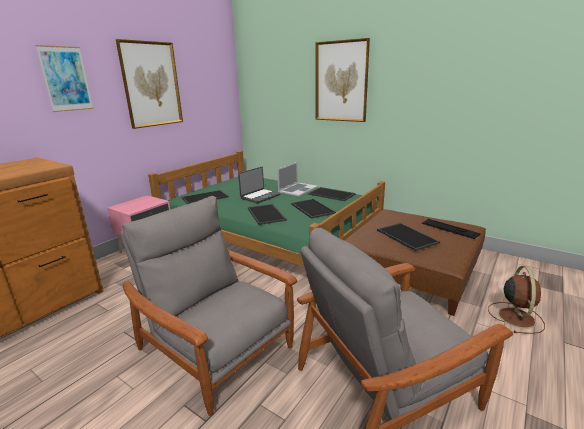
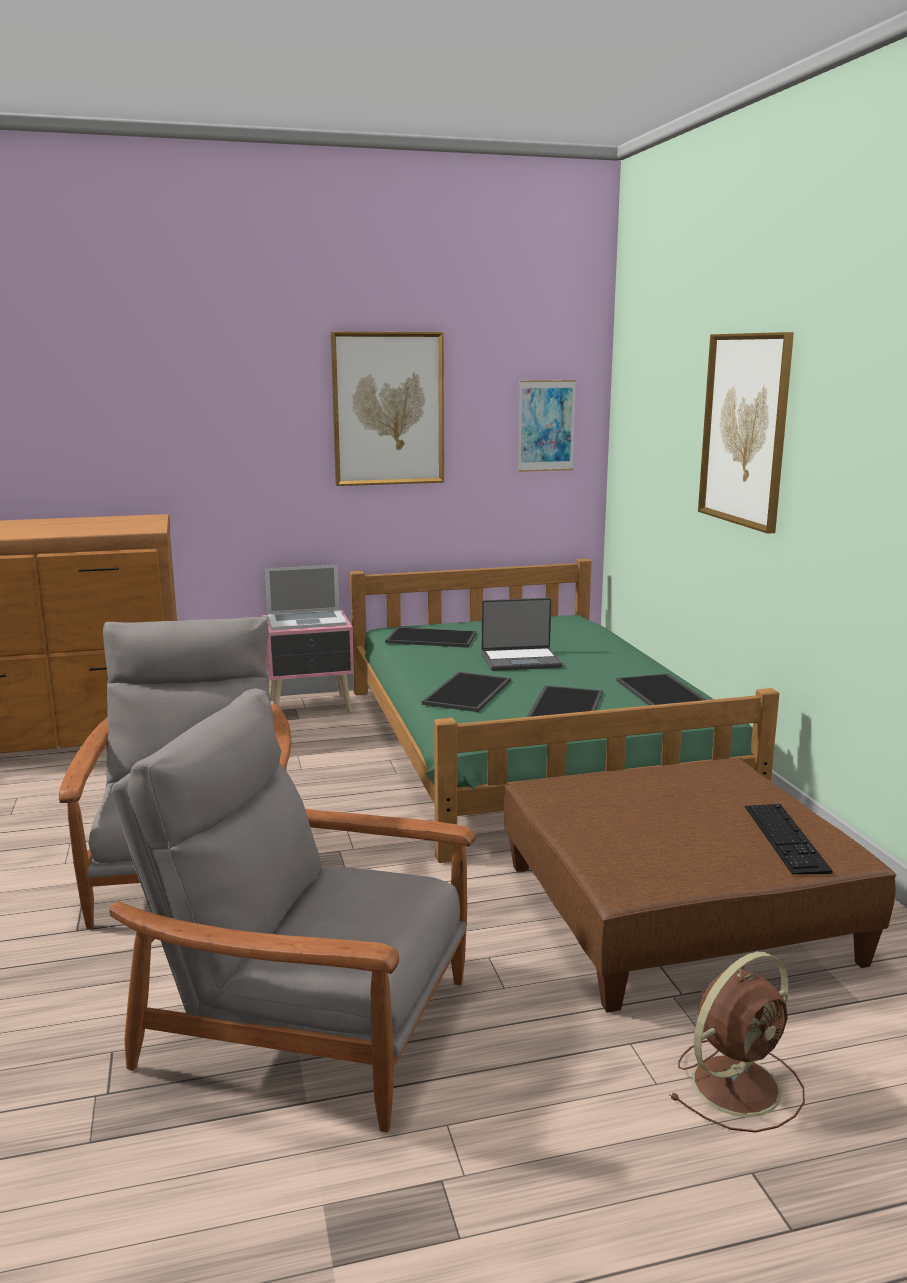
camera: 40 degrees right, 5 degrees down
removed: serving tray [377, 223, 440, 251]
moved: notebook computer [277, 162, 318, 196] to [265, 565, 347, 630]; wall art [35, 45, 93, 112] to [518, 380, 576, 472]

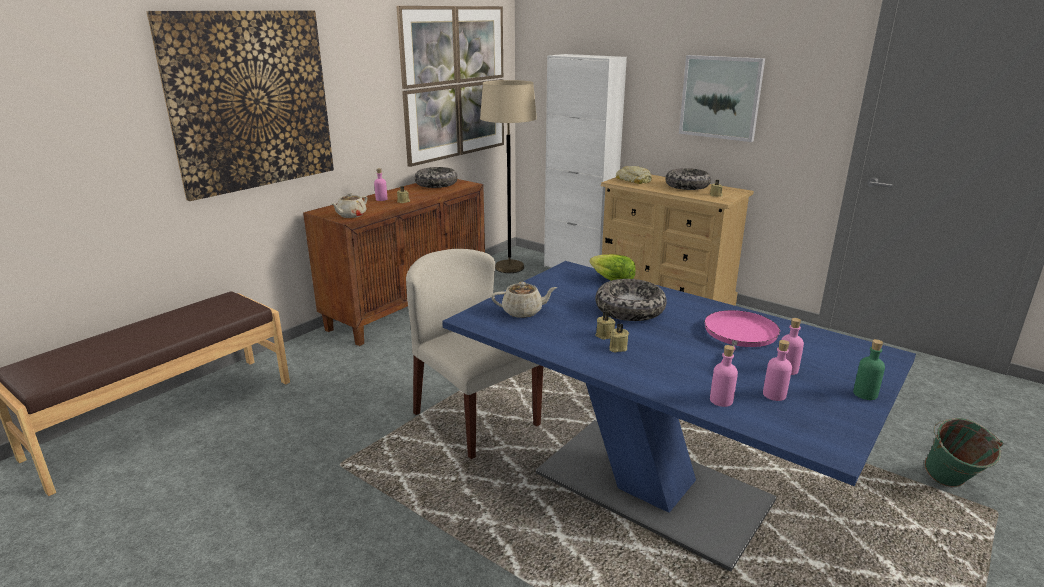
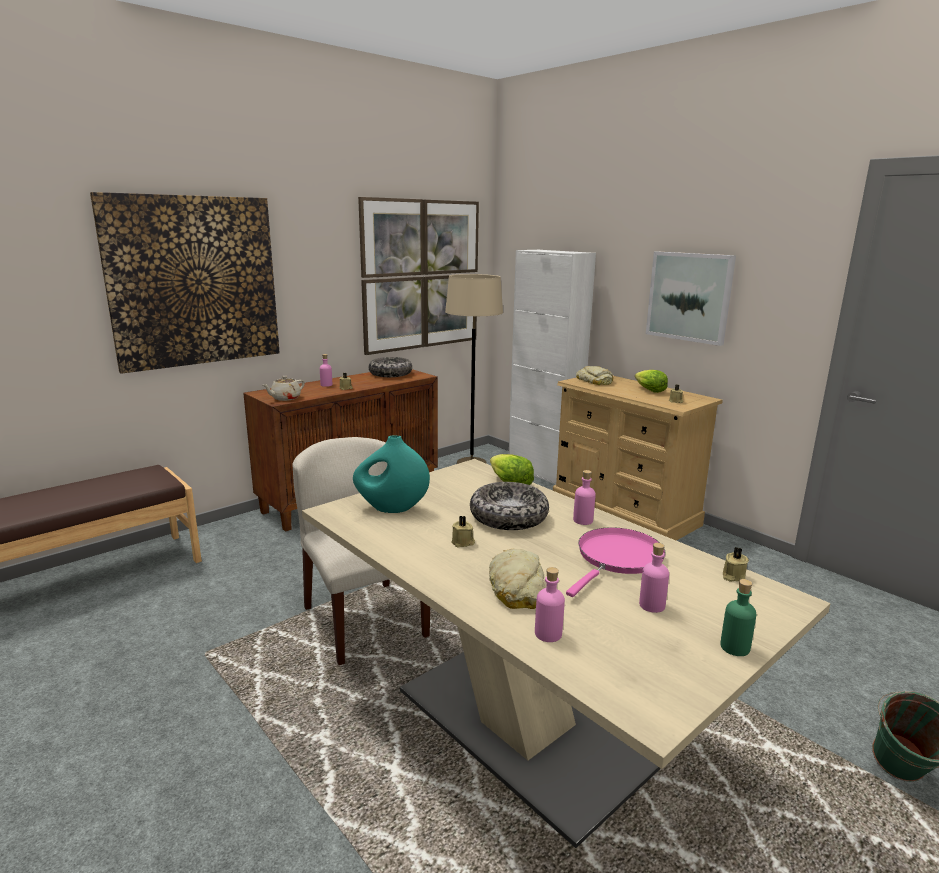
camera: 10 degrees right, 5 degrees down
added: baked bread [489, 549, 545, 609]
moved: pink-coloured bottle [763, 340, 792, 401] to [573, 470, 596, 525]; beige-coloured candle [610, 323, 629, 353] to [723, 547, 749, 582]
replaced: beige-coloured teapot [491, 282, 557, 318] to turquoise-coloured vase [353, 435, 430, 513]; deep dish [665, 168, 711, 190] to lettuce [635, 370, 668, 393]
recoloured: blue-coloured dining table [442, 261, 916, 572] to beige-coloured dining table [302, 459, 831, 848]

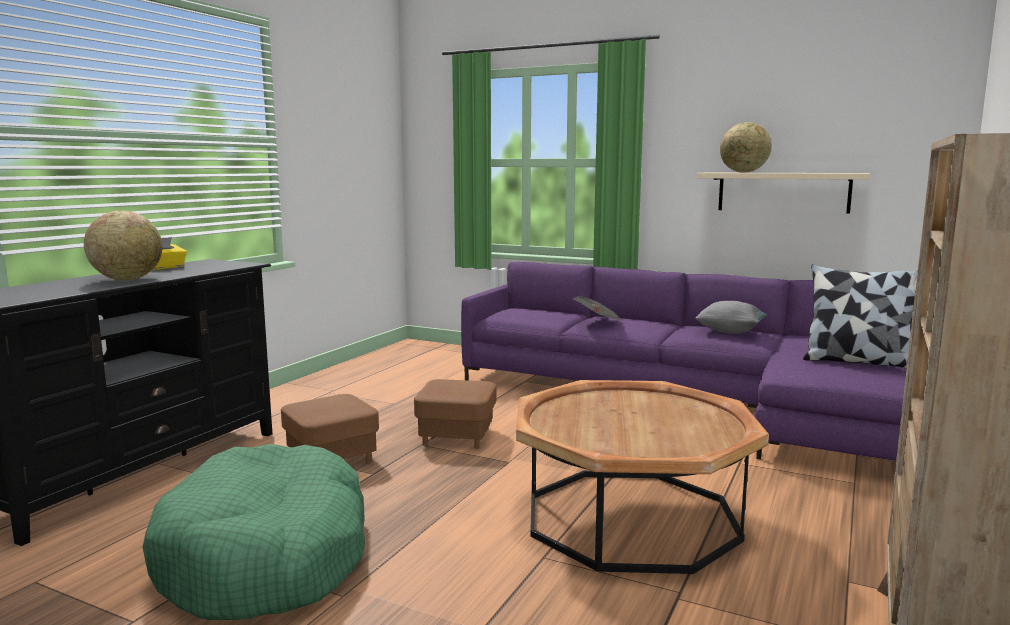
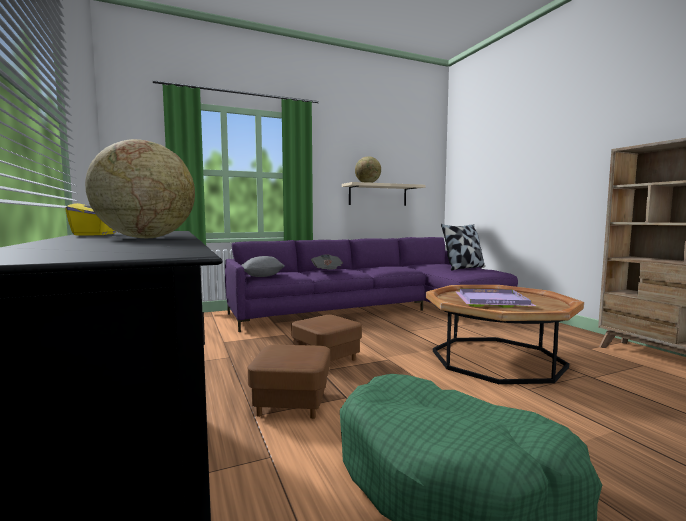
camera: 50 degrees left, 5 degrees down
added: purple serving tray [456, 288, 536, 308]
moved: grey pillow [695, 301, 767, 334] to [241, 256, 285, 277]

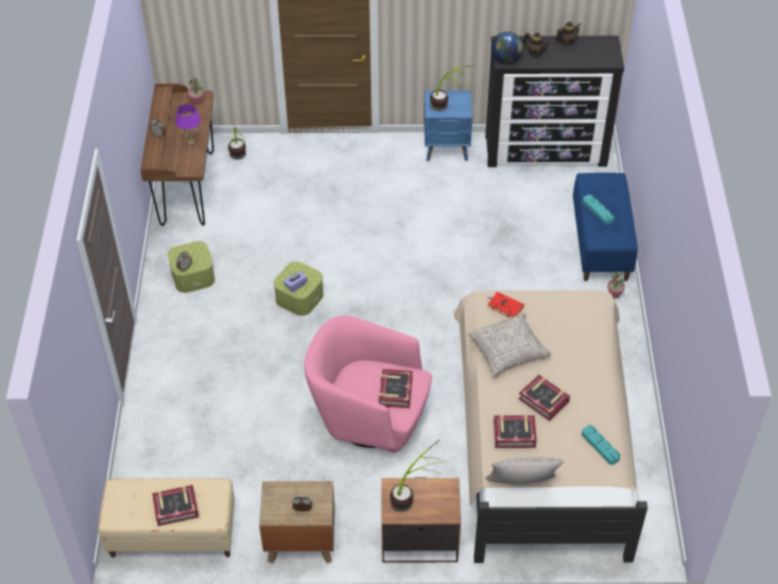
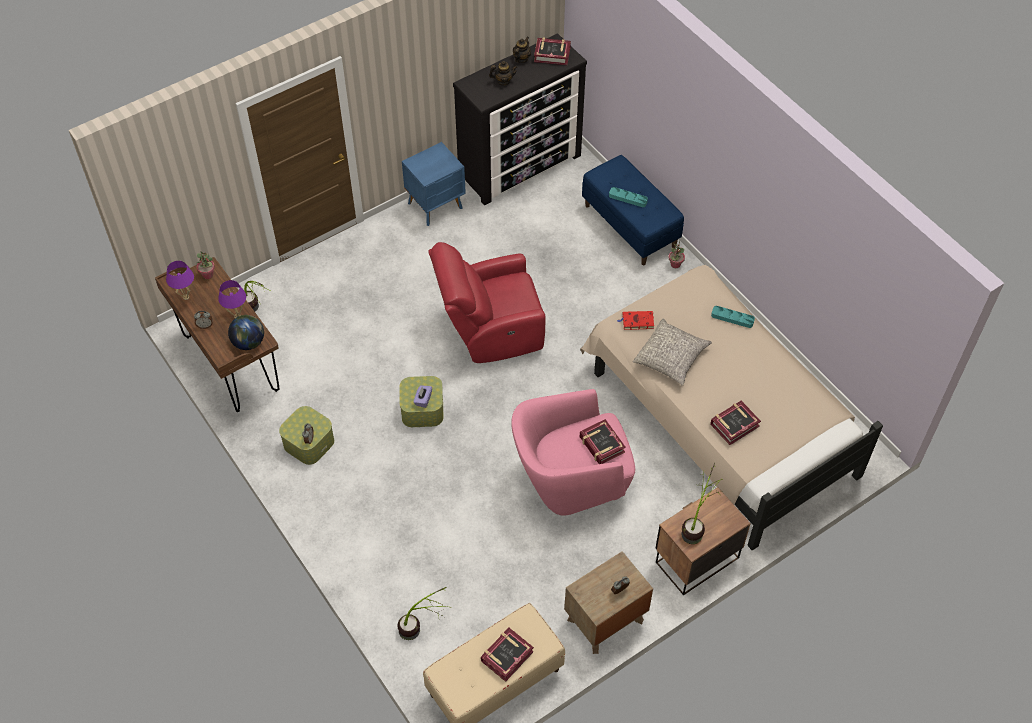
camera: 35 degrees left, 5 degrees up
removed: grey pillow [485, 457, 564, 484]
added: purple tabletop lamp [166, 261, 194, 300]; red armchair [428, 242, 545, 363]
moved: globe [491, 31, 523, 64] to [228, 315, 264, 350]; houseplant [430, 65, 474, 111] to [398, 587, 449, 640]; book [518, 375, 570, 421] to [534, 37, 571, 65]; turquoise-coloured serving tray [582, 425, 620, 465] to [711, 306, 755, 328]

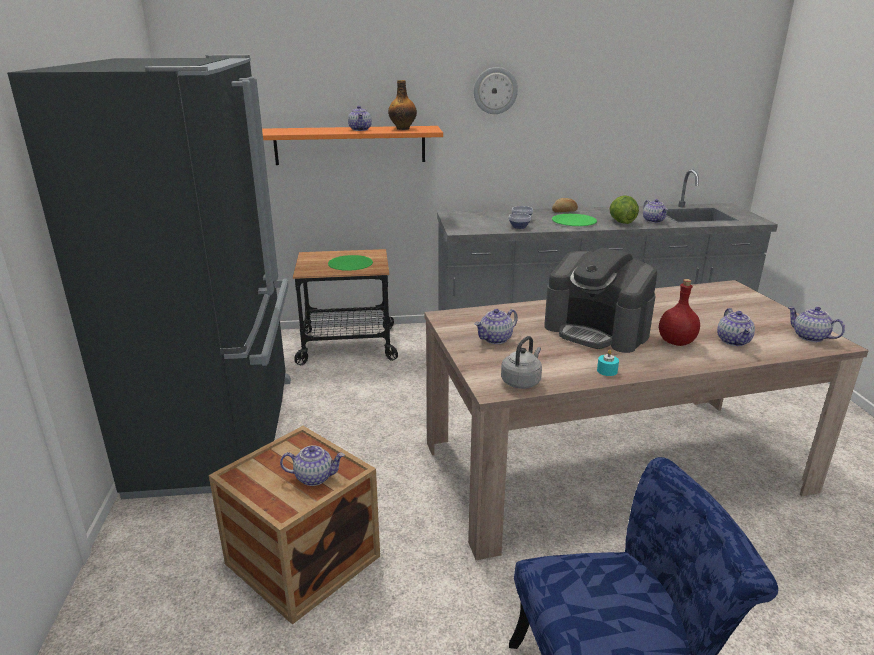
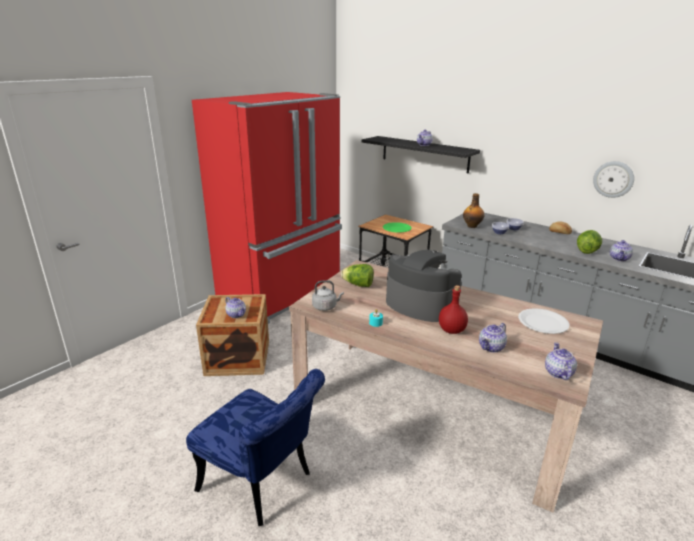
camera: 45 degrees right, 0 degrees up
removed: green flat dish [552, 214, 597, 226]
added: white flat dish [518, 308, 569, 334]
moved: bottle [388, 80, 417, 130] to [463, 193, 484, 228]; hanging clock [474, 67, 518, 114] to [593, 161, 634, 198]
replaced: teapot [475, 309, 518, 344] to lettuce [341, 264, 374, 287]
recoloured: black-coloured refrigerator [7, 55, 291, 499] to red refrigerator [192, 92, 342, 324]; orange-coloured bracket shelf [262, 126, 443, 165] to black-coloured bracket shelf [362, 136, 480, 173]
turned: coffee brewer [544, 248, 657, 353] = [386, 250, 462, 322] 135 degrees clockwise

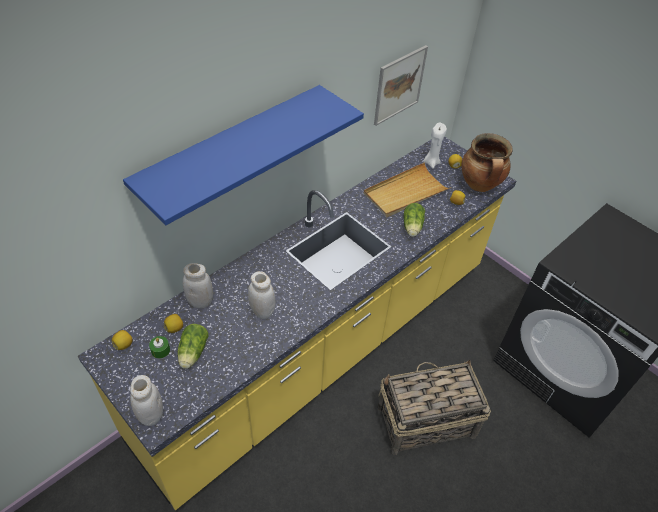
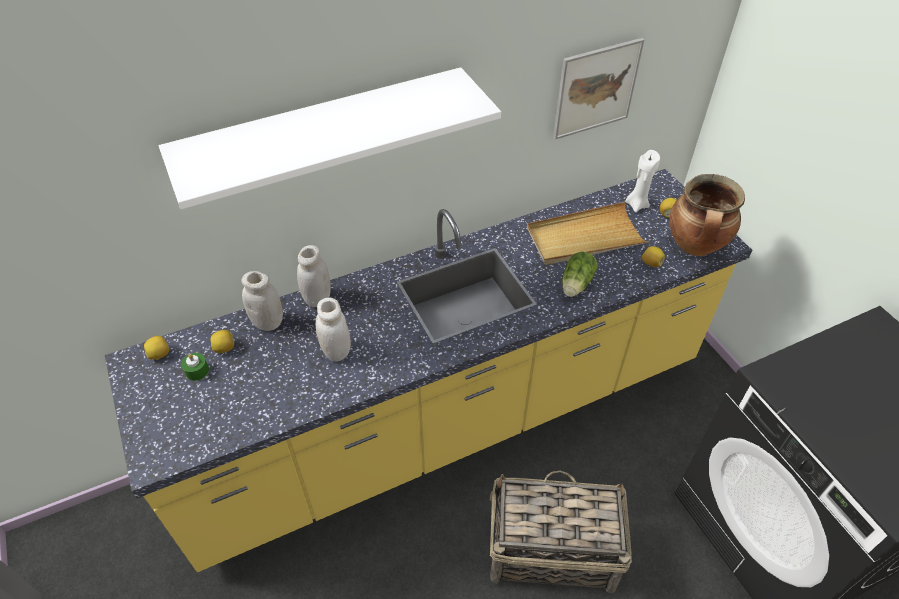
camera: 20 degrees right, 0 degrees up
removed: lettuce [177, 324, 209, 369]
moved: white jar [130, 375, 163, 426] to [297, 245, 331, 307]
recoloured: blue-coloured bracket shelf [123, 85, 364, 225] to white bracket shelf [159, 67, 501, 209]

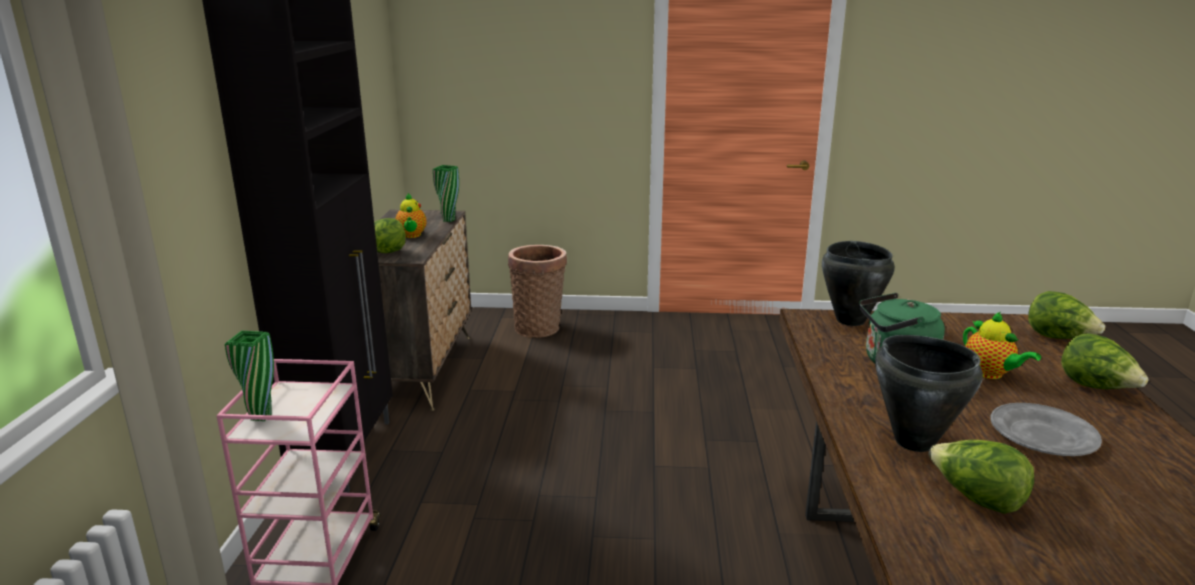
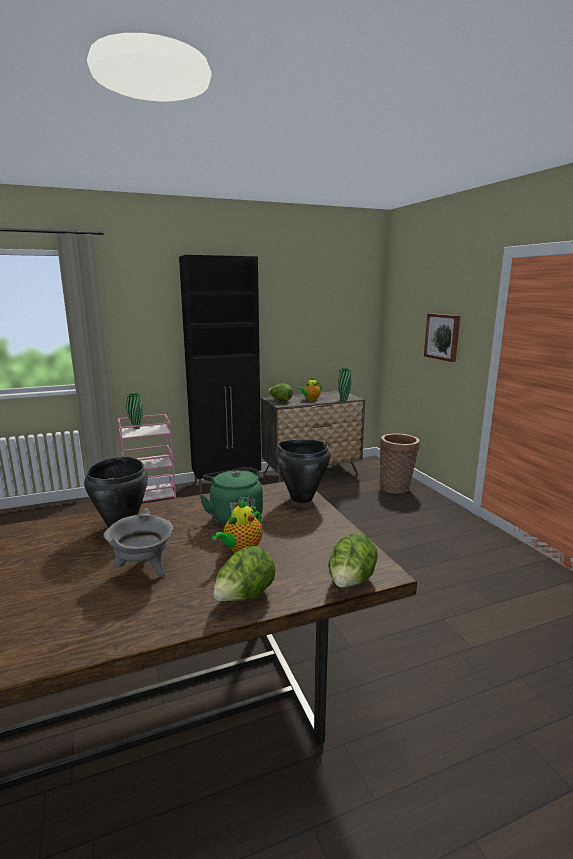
camera: 65 degrees right, 5 degrees down
removed: lettuce [928, 440, 1034, 514]
added: wall art [424, 313, 460, 362]
replaced: grey flat dish [990, 403, 1102, 456] to grey stockpot [103, 508, 173, 577]

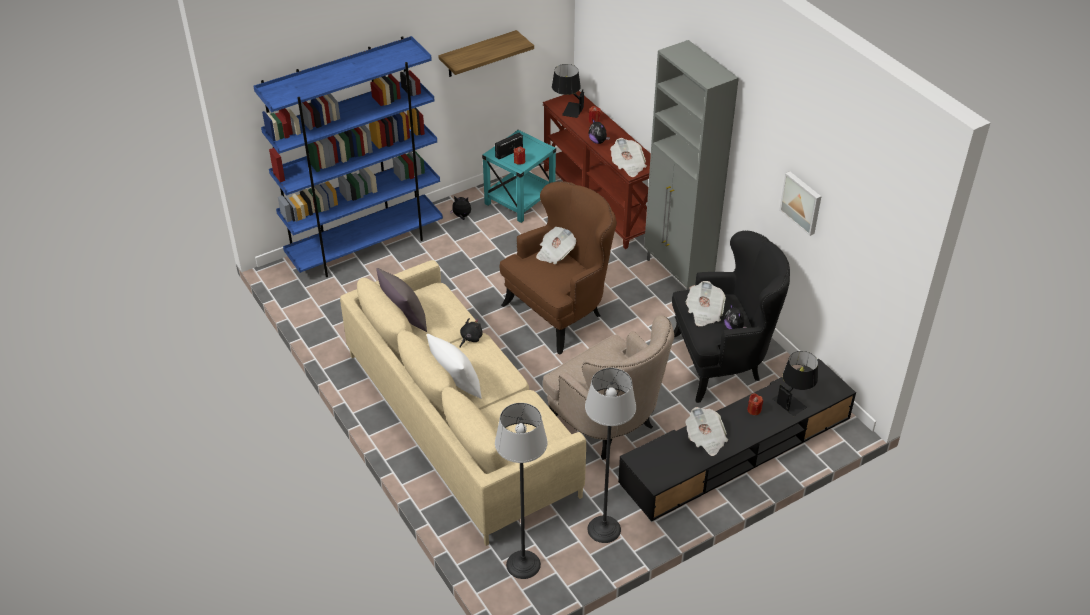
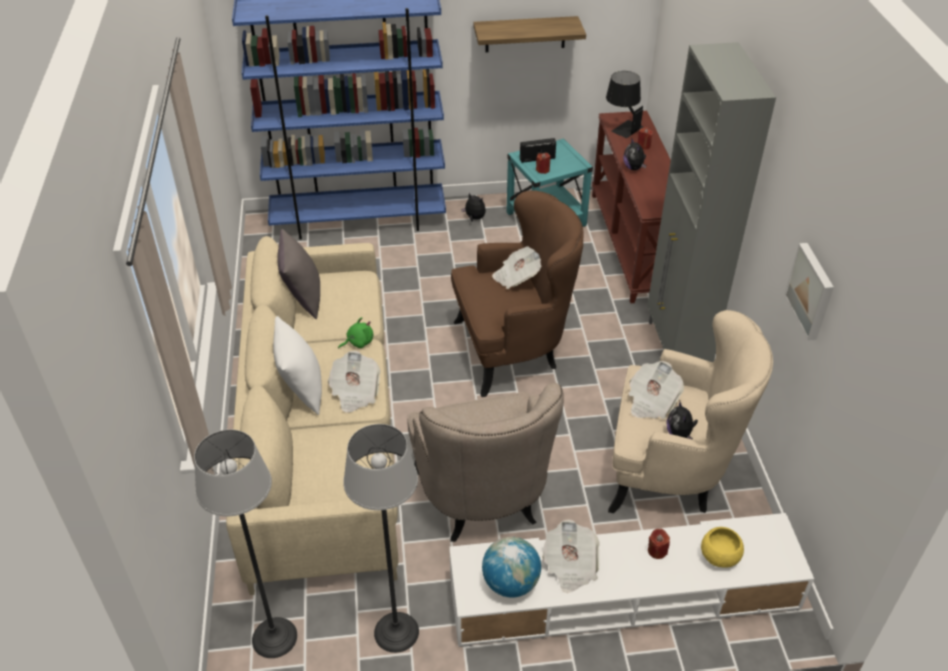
camera: 25 degrees right, 0 degrees up
added: globe [482, 537, 541, 598]
moved: daily paper [610, 138, 647, 177] to [328, 351, 381, 413]
replaced: black-coloured tabletop lamp [772, 351, 818, 416] to yellowish deep dish [701, 527, 744, 568]
recoloured: black-coloured plush toy [460, 318, 483, 347] to green plush toy [338, 317, 373, 349]; black-coloured media console [618, 359, 856, 522] to white media console [449, 513, 814, 647]; black-coloured armchair [672, 230, 790, 403] to beige-coloured armchair [608, 310, 773, 513]

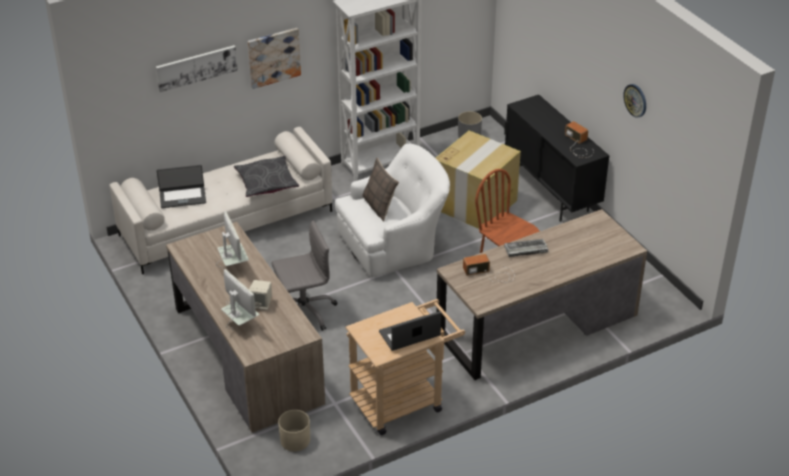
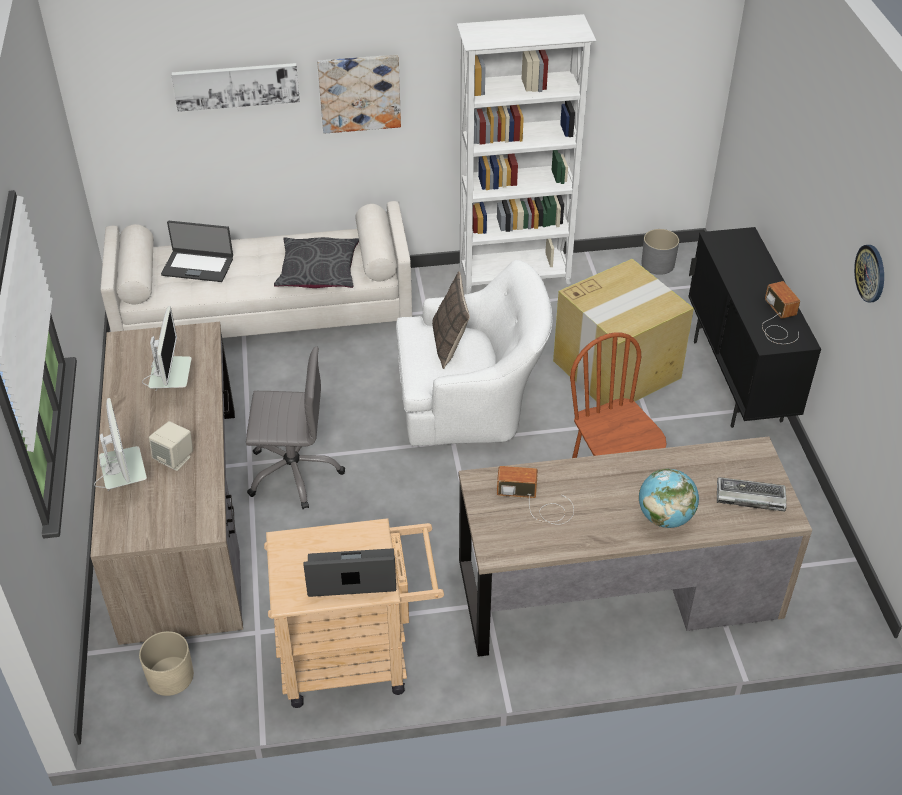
camera: 20 degrees right, 5 degrees up
added: globe [639, 468, 699, 528]
moved: PC keyboard [504, 239, 548, 257] to [717, 477, 787, 512]

